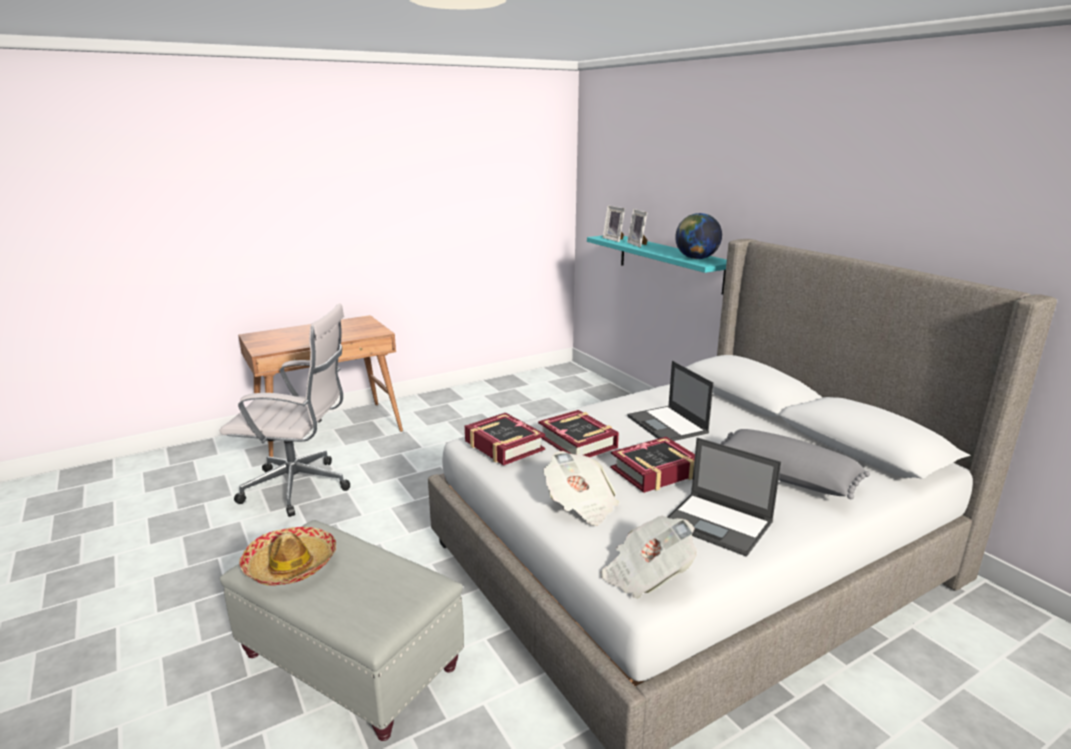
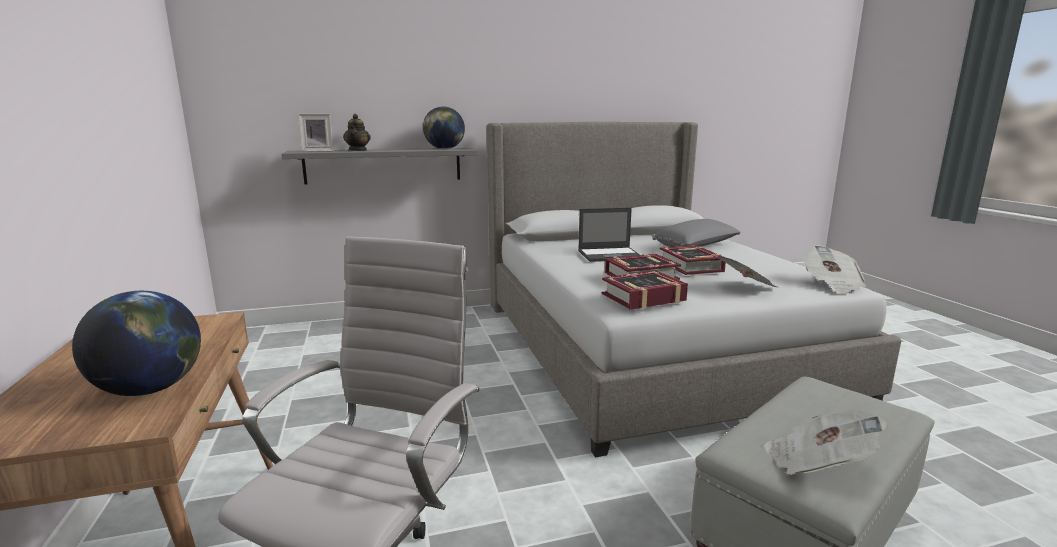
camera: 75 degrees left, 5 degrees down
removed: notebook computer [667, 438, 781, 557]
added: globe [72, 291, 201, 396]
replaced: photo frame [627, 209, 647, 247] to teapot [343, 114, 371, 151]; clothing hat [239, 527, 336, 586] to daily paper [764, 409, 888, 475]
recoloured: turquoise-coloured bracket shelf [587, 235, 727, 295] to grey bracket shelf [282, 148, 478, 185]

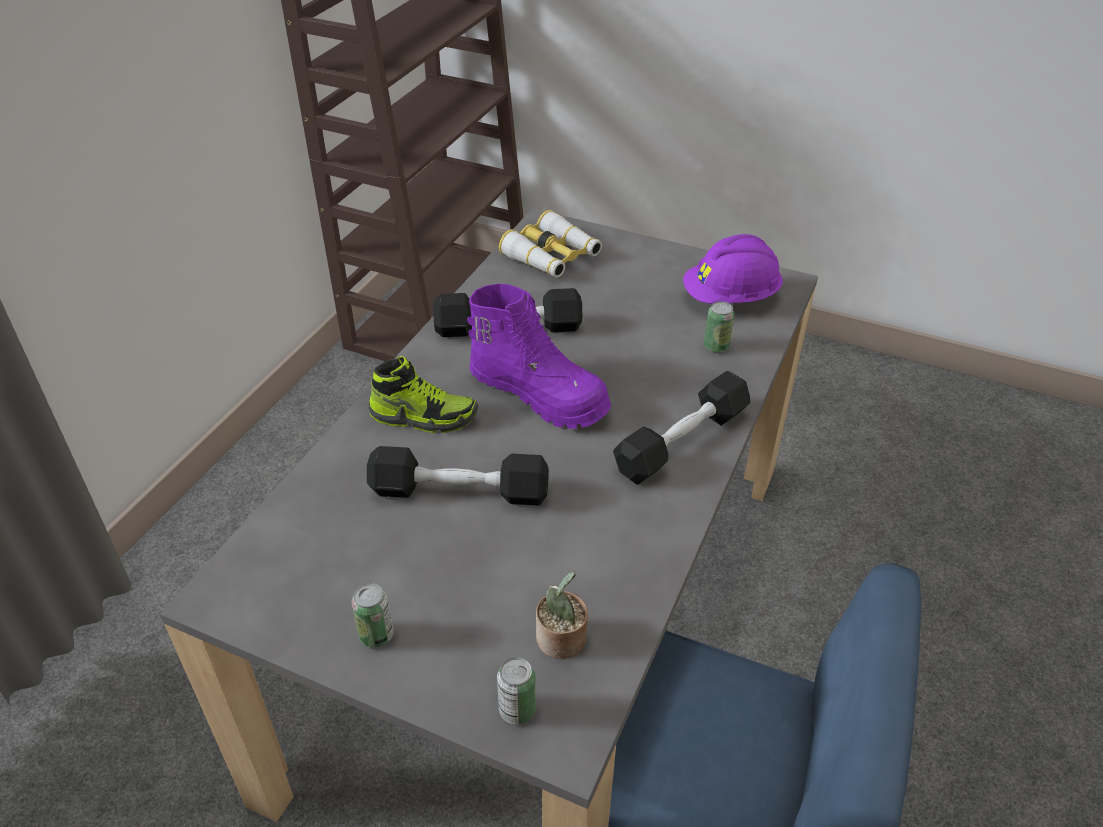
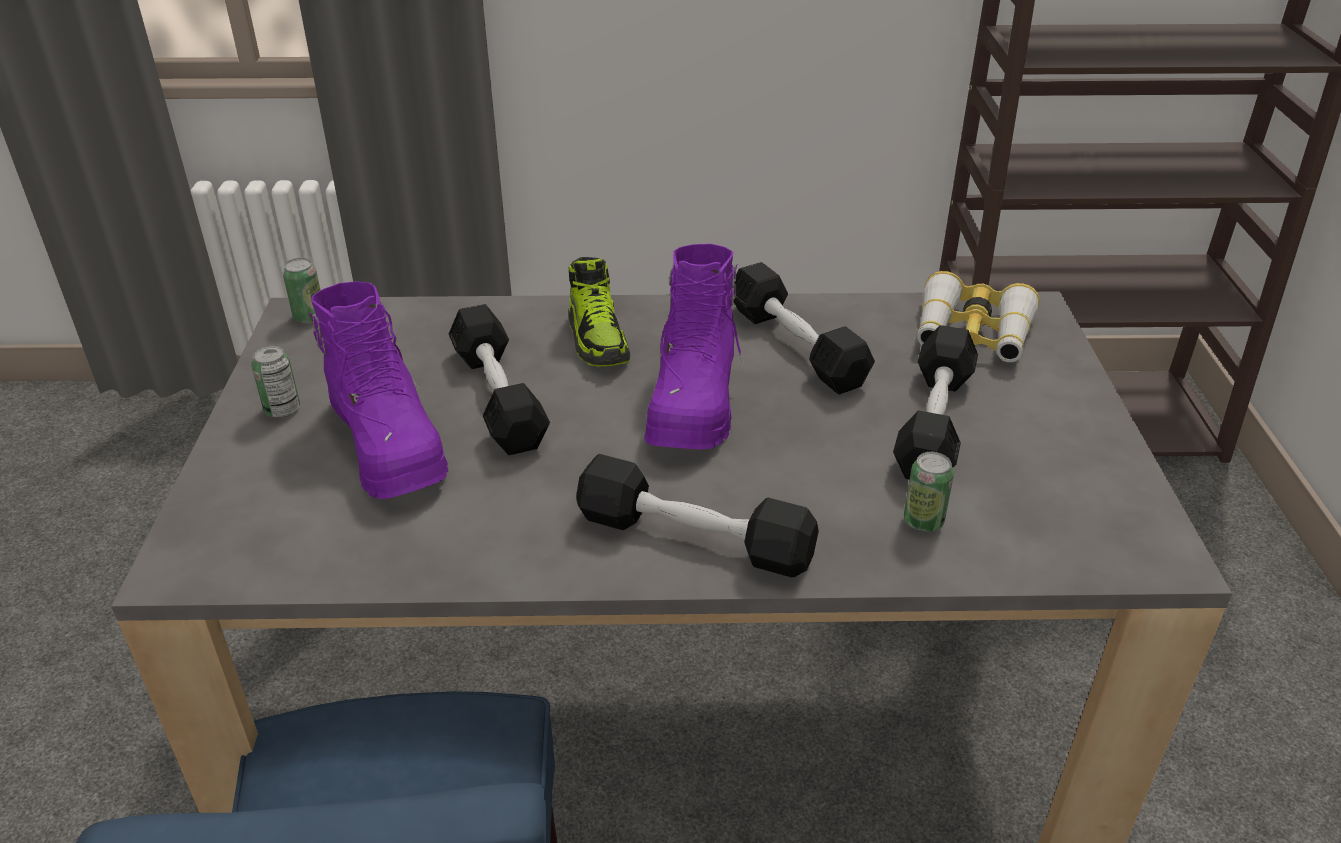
camera: 65 degrees right, 5 degrees down
removed: houseplant [536, 571, 588, 659]; purple work helmet [683, 234, 783, 304]
added: purple tall boot [309, 281, 448, 499]; black-coloured free weight [893, 325, 978, 480]
moved: metal can [497, 657, 536, 725] to [283, 258, 320, 323]

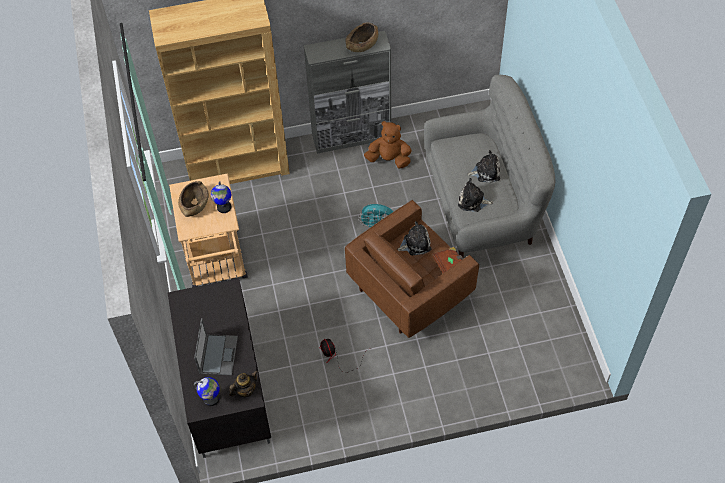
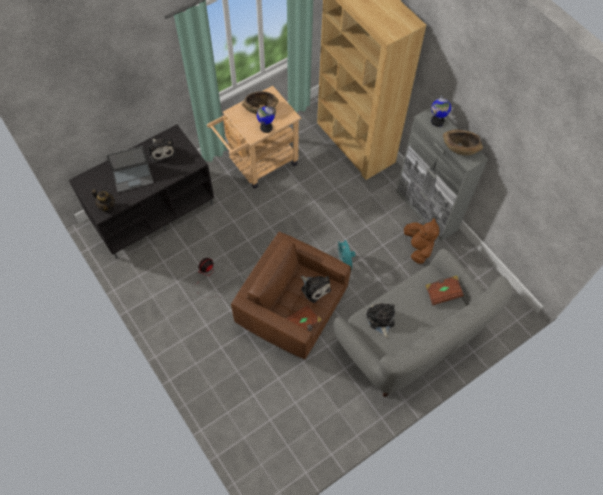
camera: 65 degrees right, 5 degrees up
added: brown-coloured book [425, 275, 464, 306]
moved: plush toy [468, 150, 500, 183] to [148, 138, 175, 163]; globe [194, 377, 220, 406] to [431, 95, 451, 127]

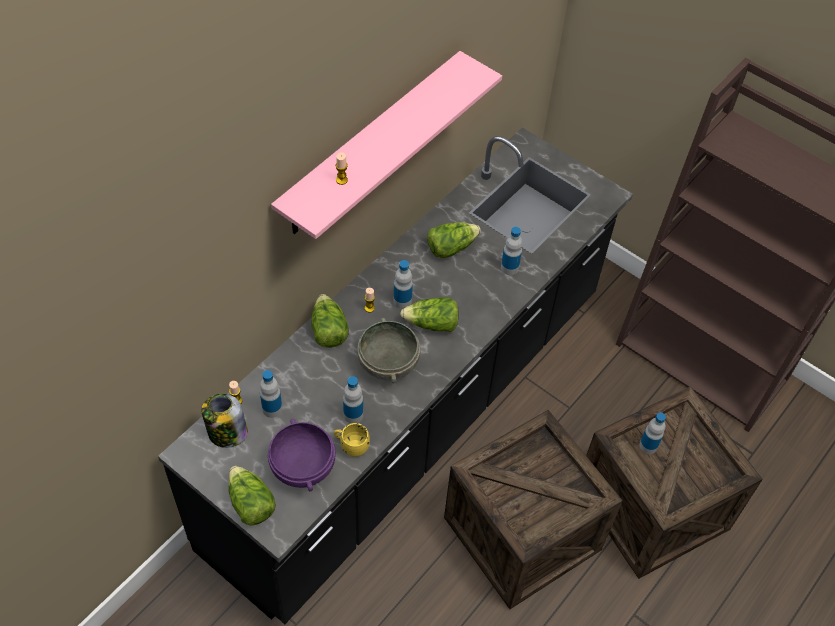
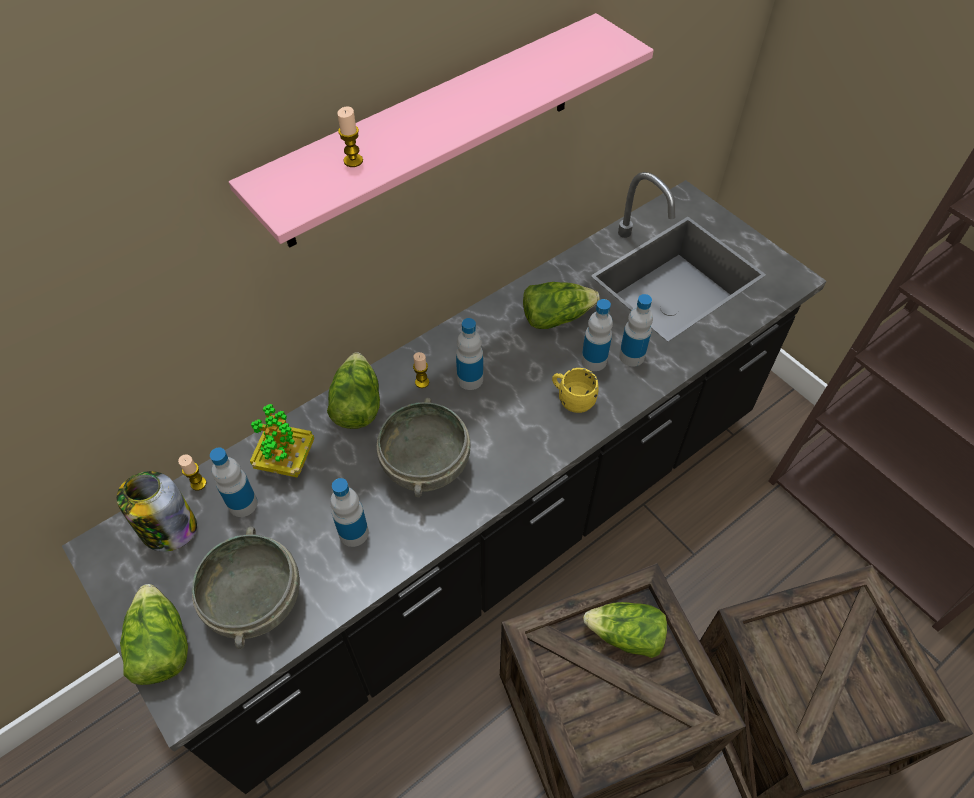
camera: 15 degrees right, 0 degrees up
added: houseplant [250, 404, 314, 477]
moved: yellowish mug [334, 423, 370, 457] to [552, 368, 599, 413]; bottle [639, 412, 666, 454] to [581, 299, 613, 371]; lettuce [400, 297, 459, 332] to [583, 602, 667, 658]
recoloured: purple deep dish [268, 419, 336, 491] to grey deep dish [192, 526, 300, 649]

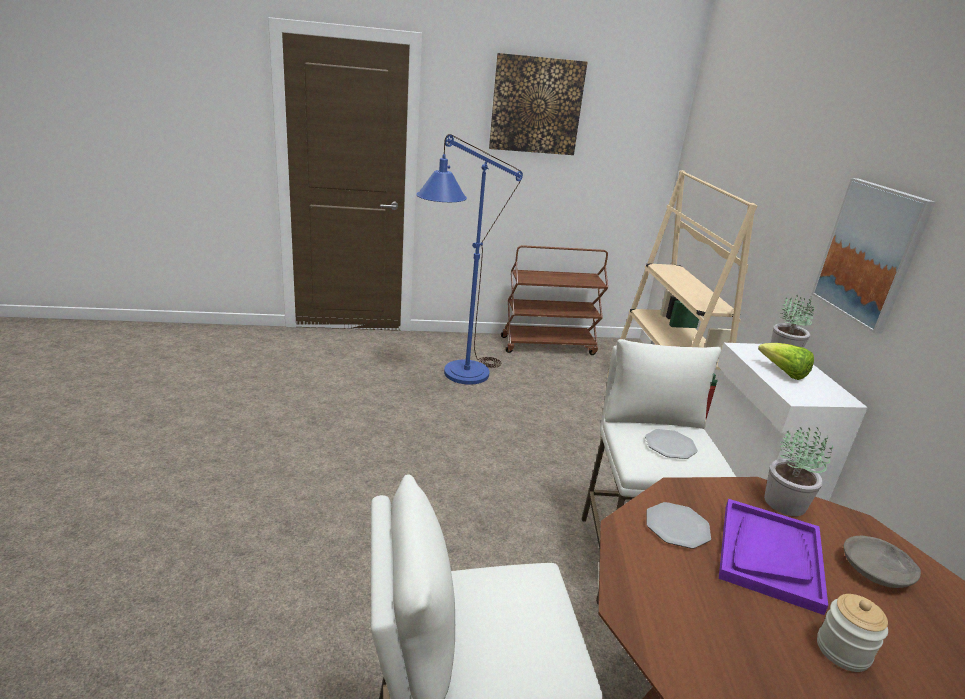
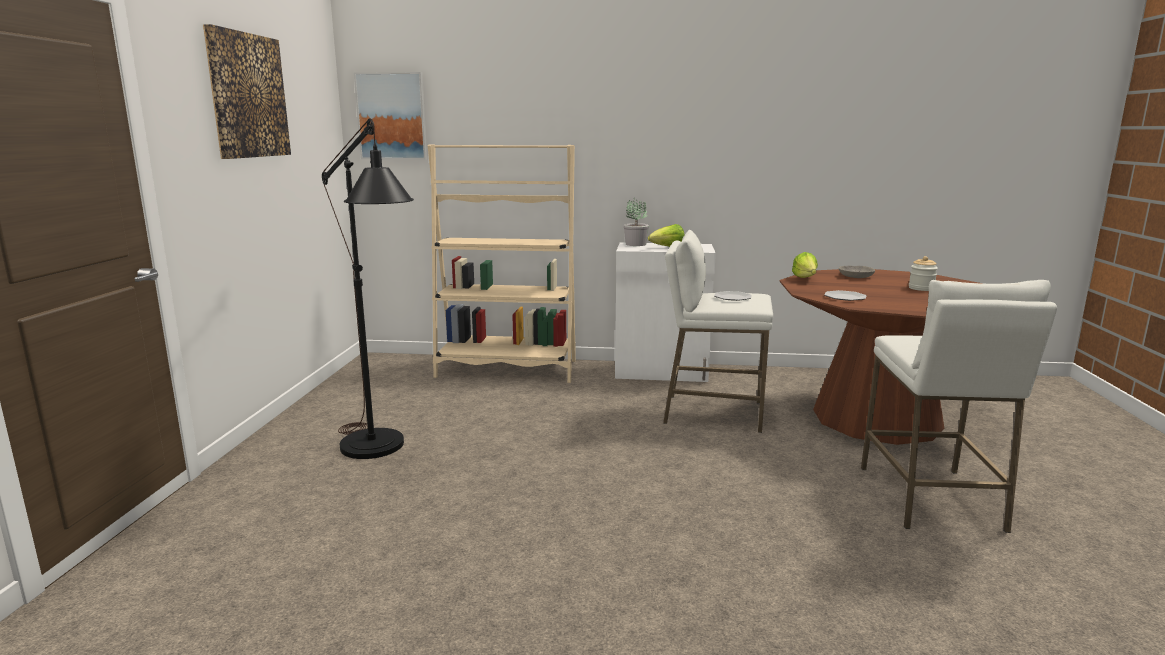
camera: 75 degrees left, 10 degrees down
removed: brown-coloured cart [501, 245, 608, 355]; purple serving tray [719, 499, 828, 615]
moved: wall art [812, 178, 936, 334] to [354, 72, 427, 160]
replaced: houseplant [764, 427, 833, 516] to lettuce [792, 252, 818, 278]
recoloured: blue-coloured floor lamp [416, 134, 523, 385] to black-coloured floor lamp [322, 118, 414, 459]

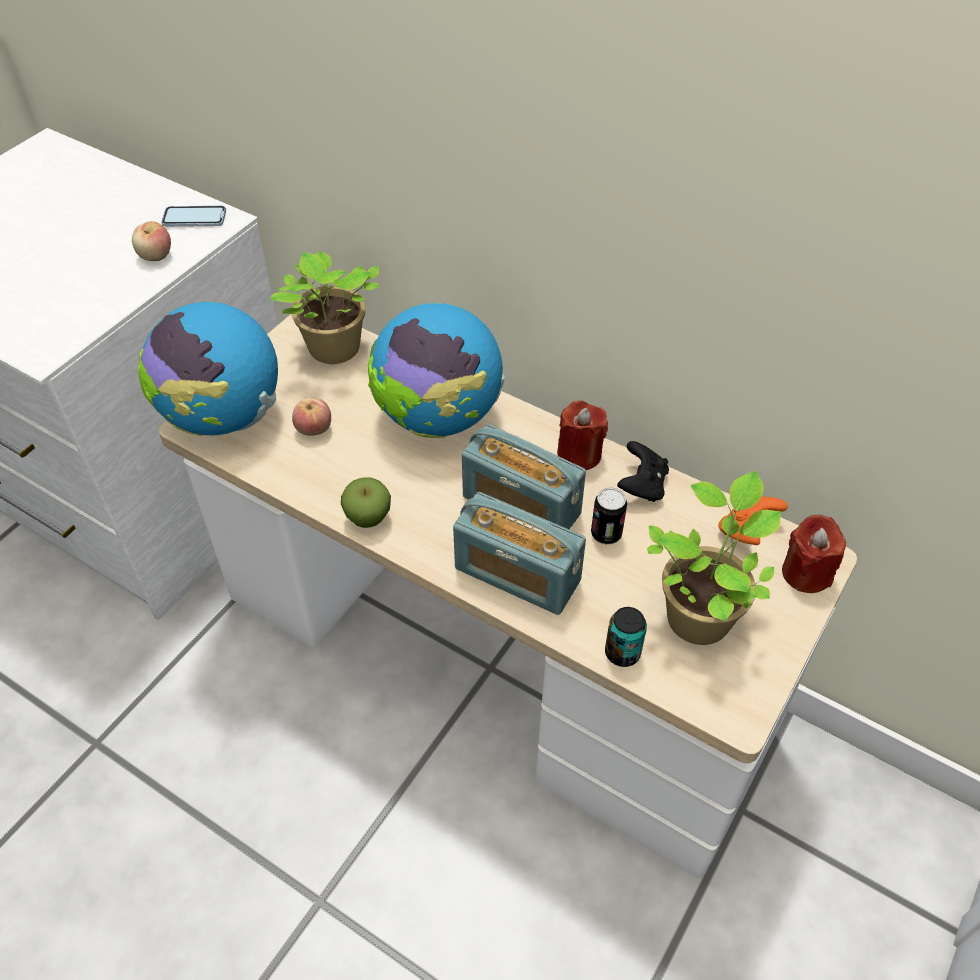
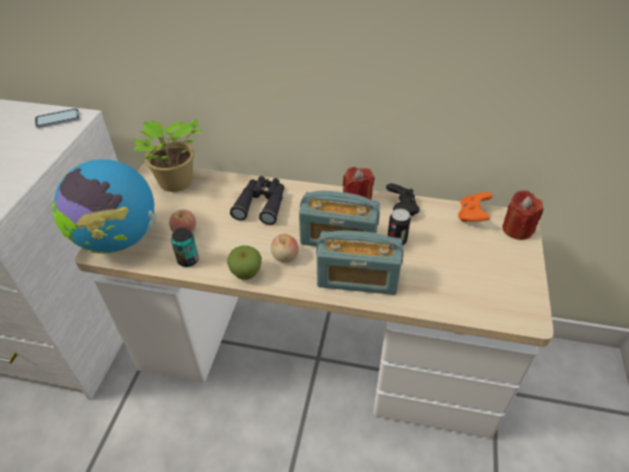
camera: 20 degrees left, 5 degrees down
removed: houseplant [647, 471, 781, 645]
moved: metal can [605, 607, 647, 667] to [171, 228, 199, 267]; whole apple [132, 221, 171, 261] to [271, 234, 299, 263]
replaced: globe [368, 303, 505, 438] to black-coloured pair of binoculars [230, 176, 285, 225]

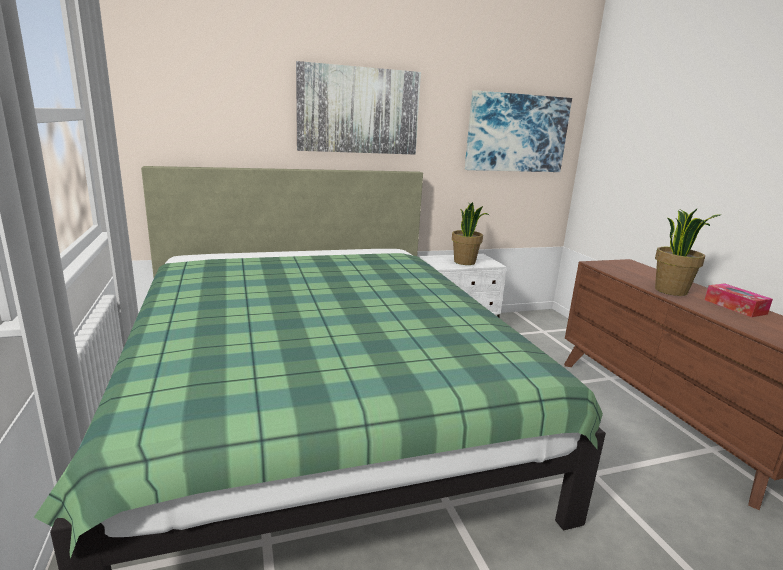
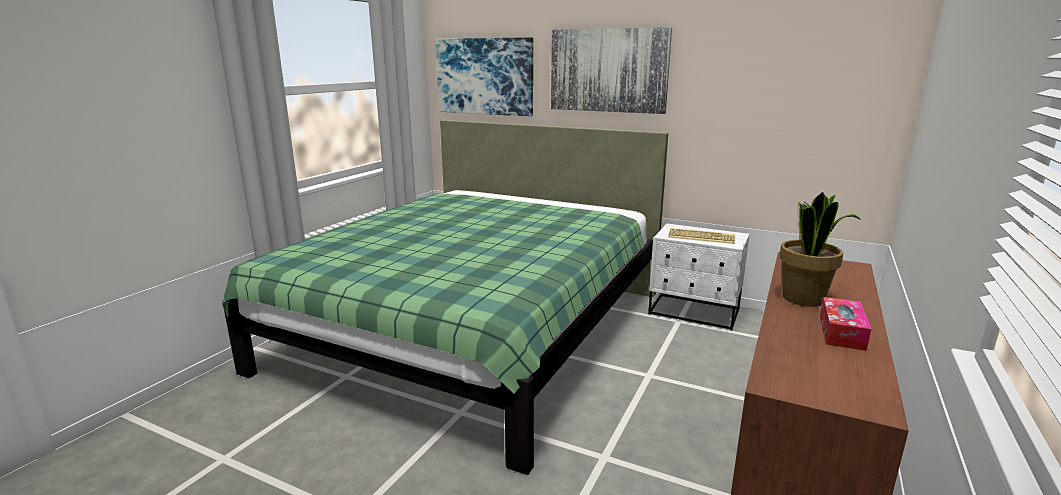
camera: 45 degrees right, 0 degrees up
moved: wall art [465, 90, 572, 172] to [435, 37, 533, 116]
replaced: houseplant [452, 202, 489, 265] to PC keyboard [668, 228, 735, 244]

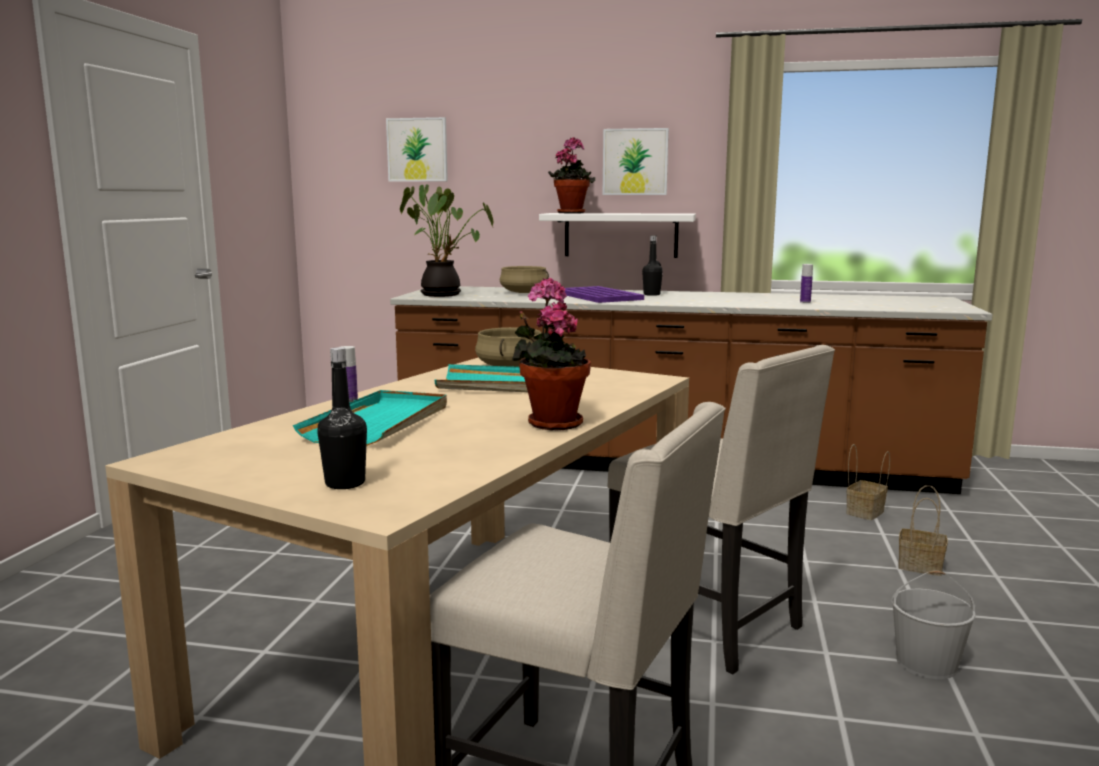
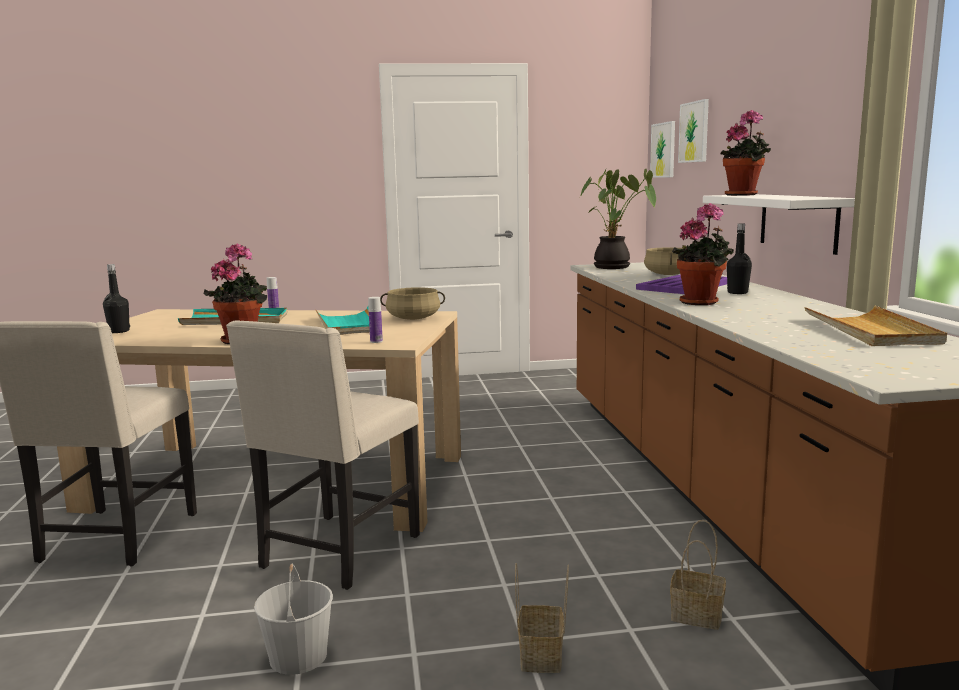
camera: 70 degrees right, 0 degrees up
added: houseplant [672, 203, 734, 305]; beige-coloured serving tray [804, 305, 947, 346]
moved: bottle [800, 264, 813, 303] to [368, 297, 383, 343]; wall art [603, 128, 669, 195] to [650, 121, 675, 177]

